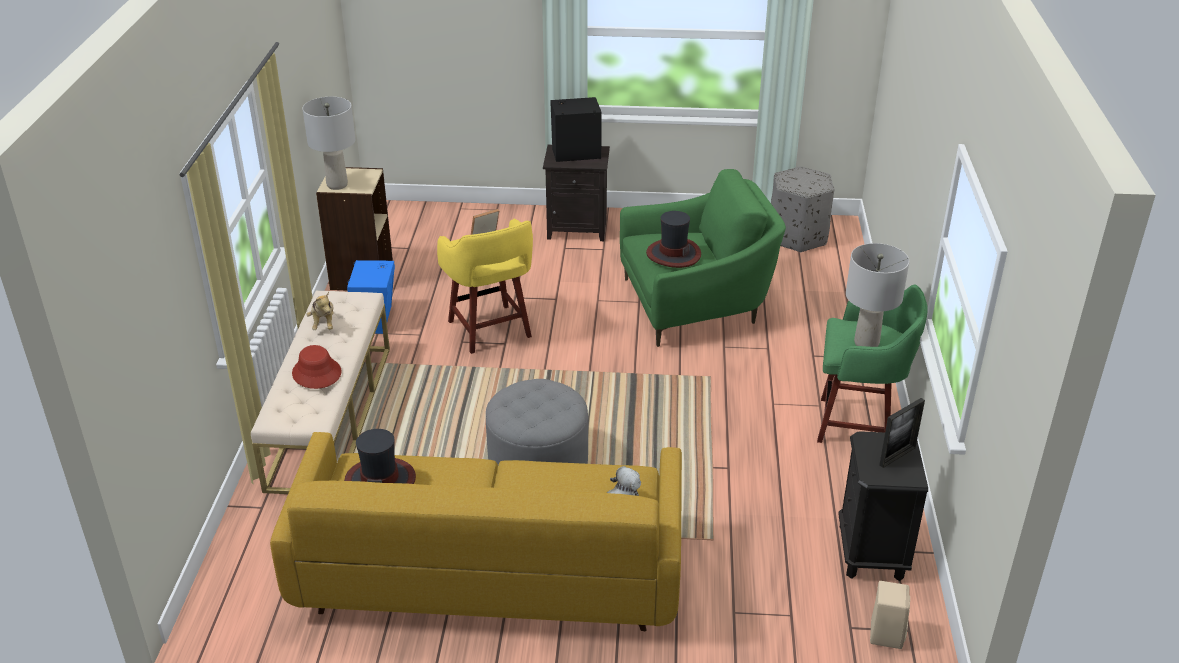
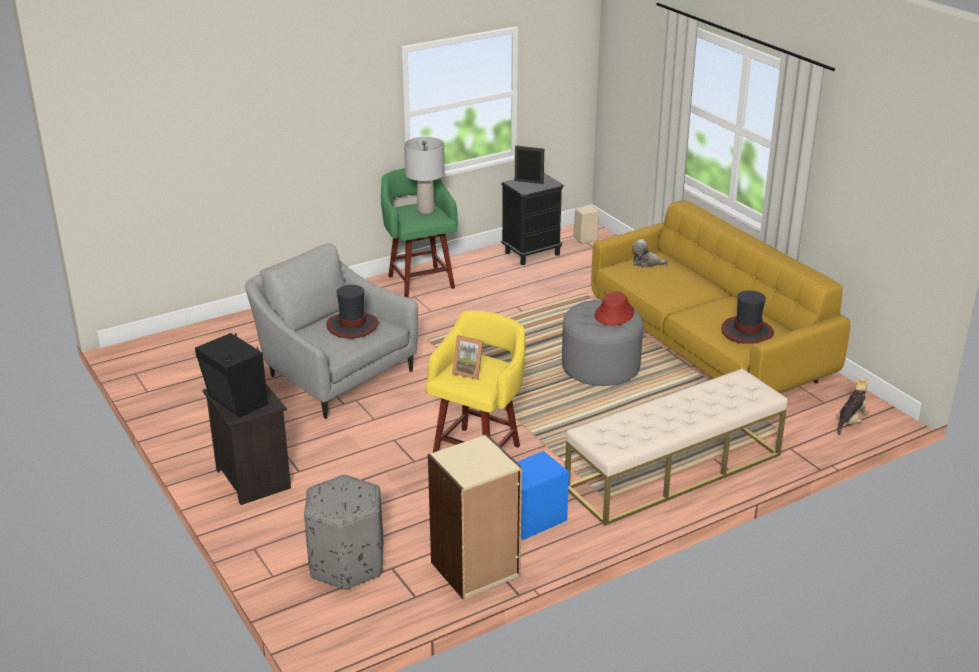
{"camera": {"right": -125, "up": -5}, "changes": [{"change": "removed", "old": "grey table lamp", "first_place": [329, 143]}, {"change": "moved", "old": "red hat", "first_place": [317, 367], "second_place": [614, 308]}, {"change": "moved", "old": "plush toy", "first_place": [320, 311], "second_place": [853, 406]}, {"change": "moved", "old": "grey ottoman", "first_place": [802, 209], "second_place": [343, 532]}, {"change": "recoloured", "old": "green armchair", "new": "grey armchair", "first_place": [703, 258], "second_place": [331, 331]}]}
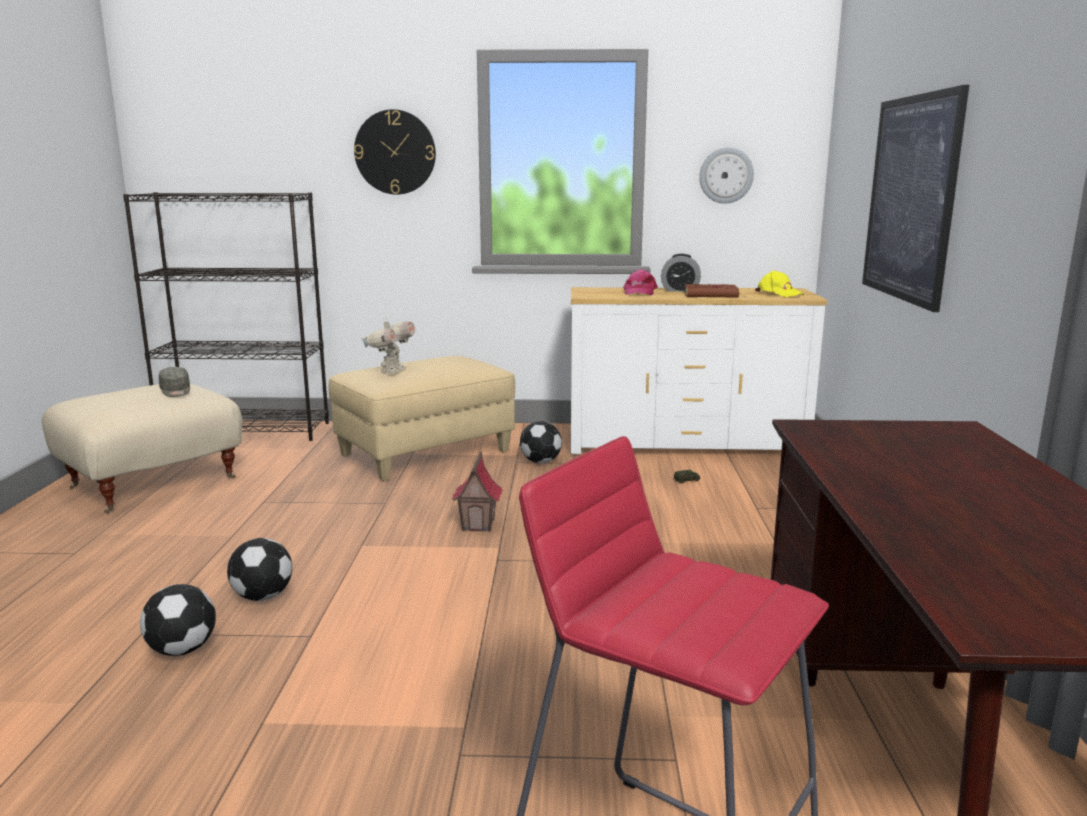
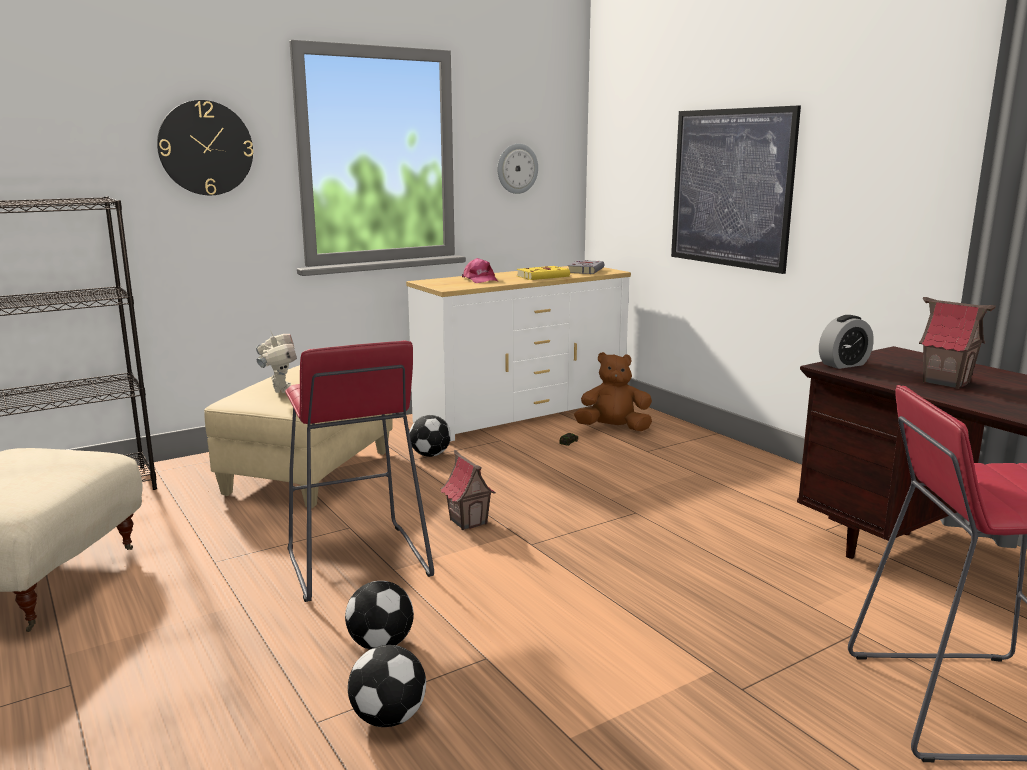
{"camera": {"right": -35, "up": 0}, "changes": [{"change": "removed", "old": "grey cap", "first_place": [174, 382]}, {"change": "added", "new": "red stool", "second_place": [359, 471]}, {"change": "added", "new": "brown plush toy", "second_place": [613, 391]}, {"change": "added", "new": "toy house", "second_place": [957, 343]}, {"change": "moved", "old": "alarm clock", "first_place": [681, 273], "second_place": [846, 342]}, {"change": "replaced", "old": "yellow cap", "new": "grey book", "first_place": [779, 283], "second_place": [585, 267]}, {"change": "recoloured", "old": "brown book", "new": "yellow book", "first_place": [716, 291], "second_place": [543, 273]}]}
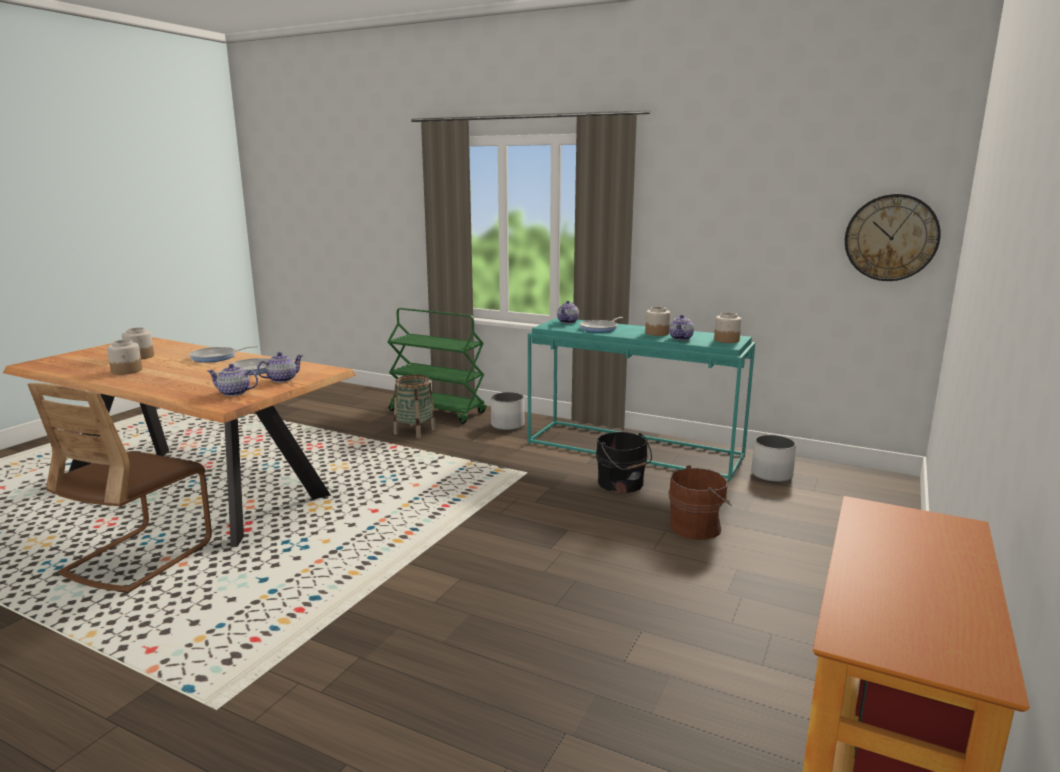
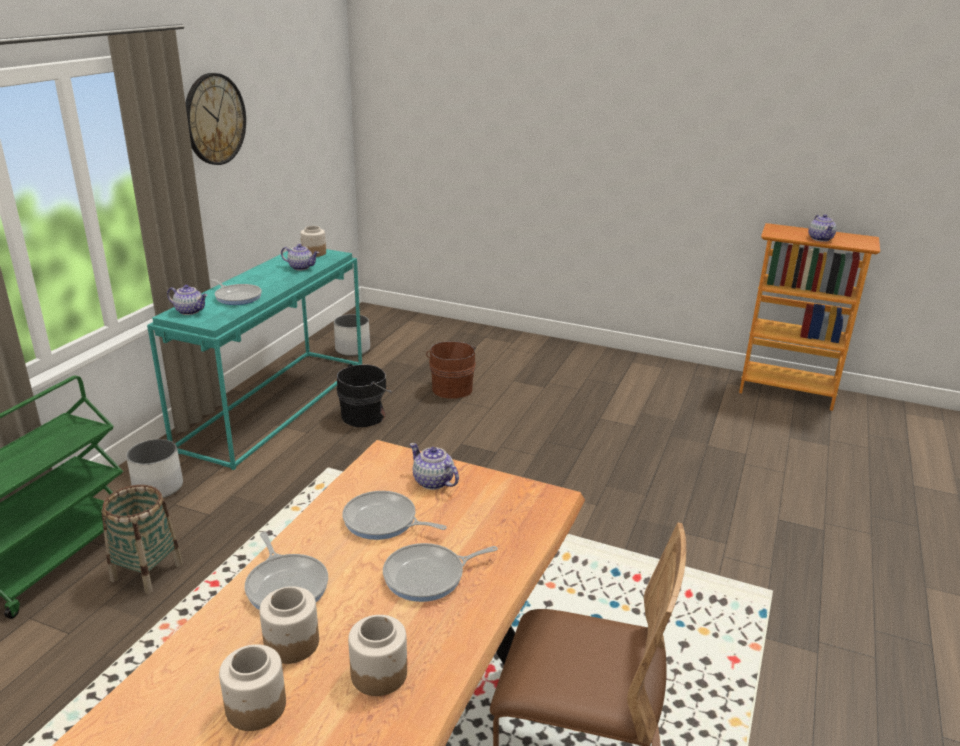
{"camera": {"right": -95, "up": 10}, "changes": [{"change": "added", "new": "frying pan", "second_place": [440, 572]}, {"change": "moved", "old": "teapot", "first_place": [232, 380], "second_place": [822, 228]}, {"change": "moved", "old": "jar", "first_place": [657, 321], "second_place": [289, 625]}, {"change": "moved", "old": "wall clock", "first_place": [893, 237], "second_place": [215, 119]}]}
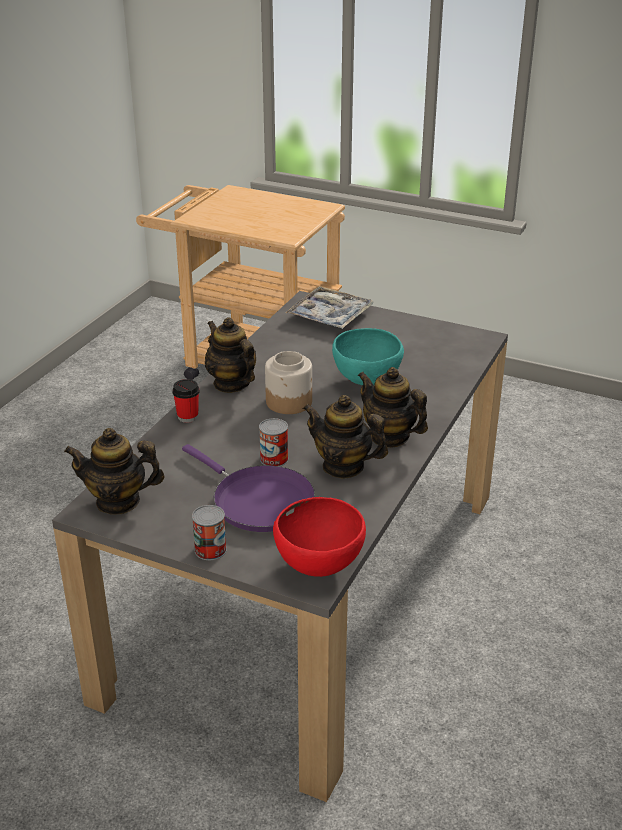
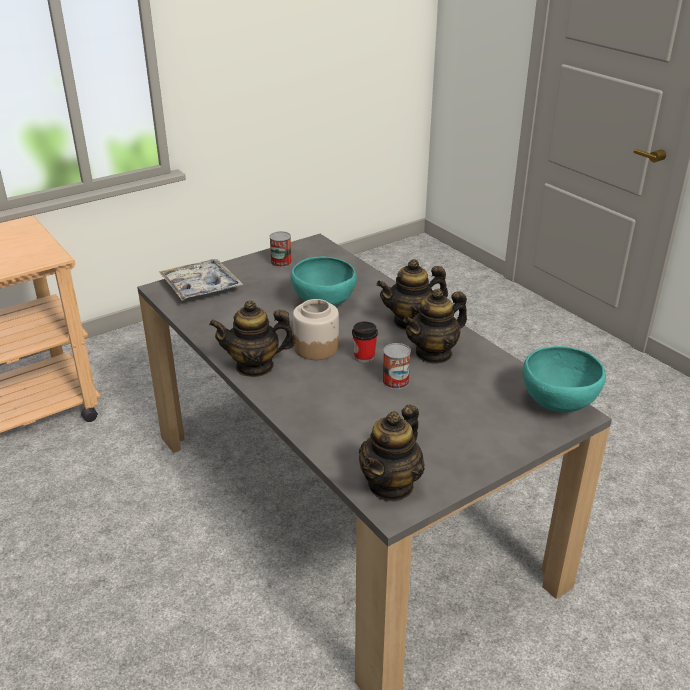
{"camera": {"right": -60, "up": 0}, "changes": [{"change": "removed", "old": "purple frying pan", "first_place": [248, 488]}, {"change": "moved", "old": "cup", "first_place": [186, 401], "second_place": [365, 342]}, {"change": "moved", "old": "can", "first_place": [209, 532], "second_place": [280, 249]}, {"change": "recoloured", "old": "red bowl", "new": "turquoise bowl", "first_place": [319, 537], "second_place": [564, 379]}]}
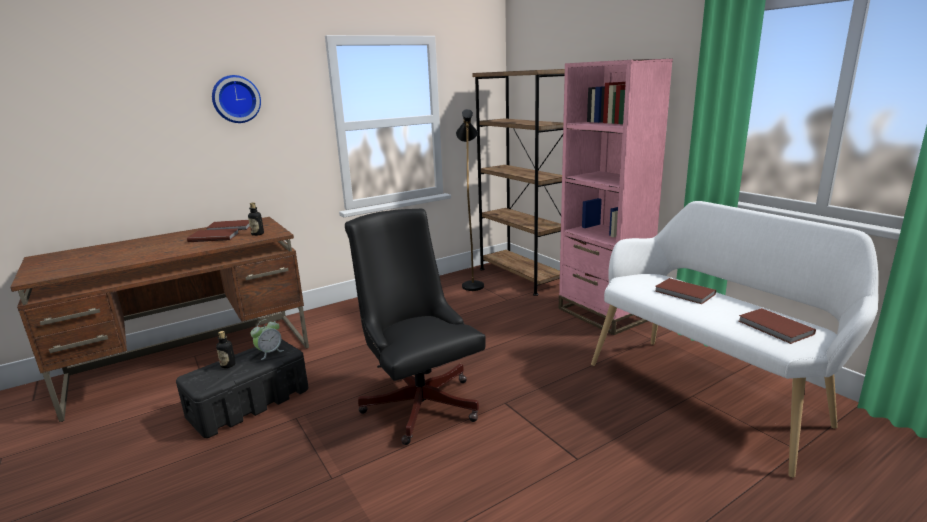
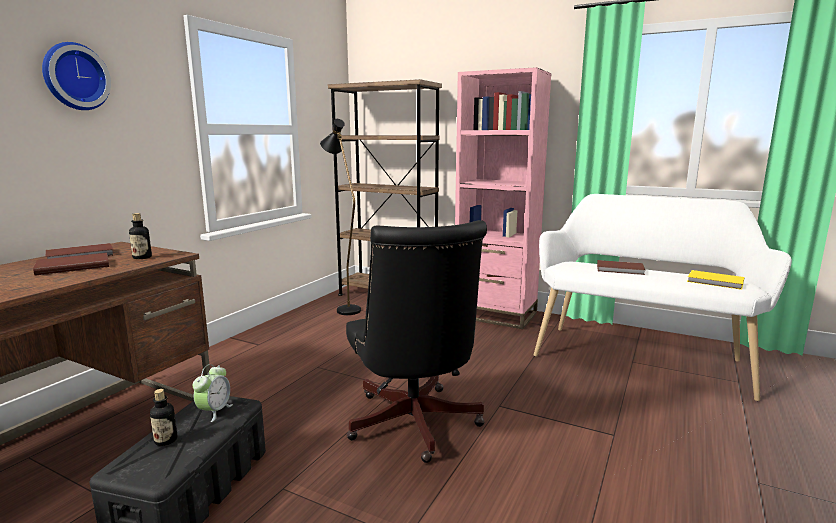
{"camera": {"right": -30, "up": -5}, "changes": [{"change": "recoloured", "old": "brown book", "new": "yellow book", "first_place": [777, 326], "second_place": [715, 280]}, {"change": "turned", "old": "black office chair", "first_place": [415, 327], "second_place": [416, 341], "degrees": -135}]}
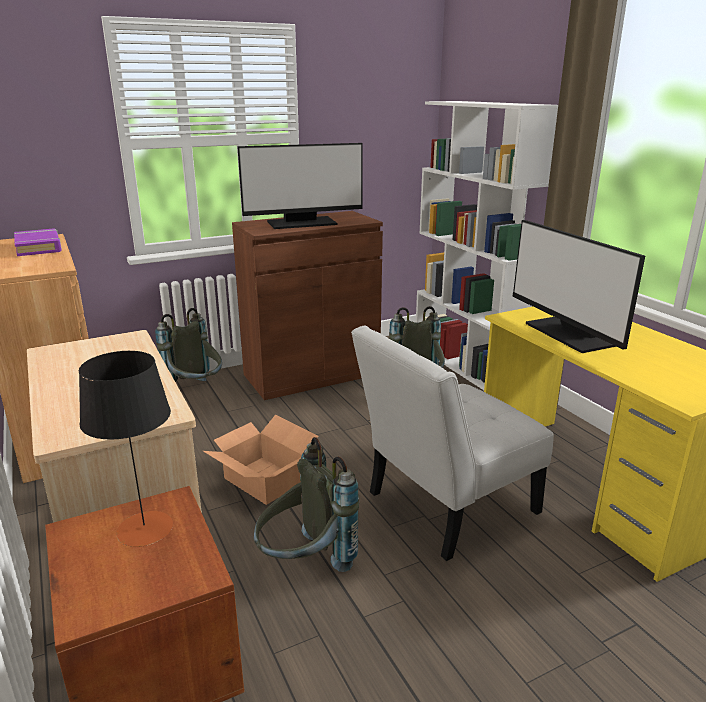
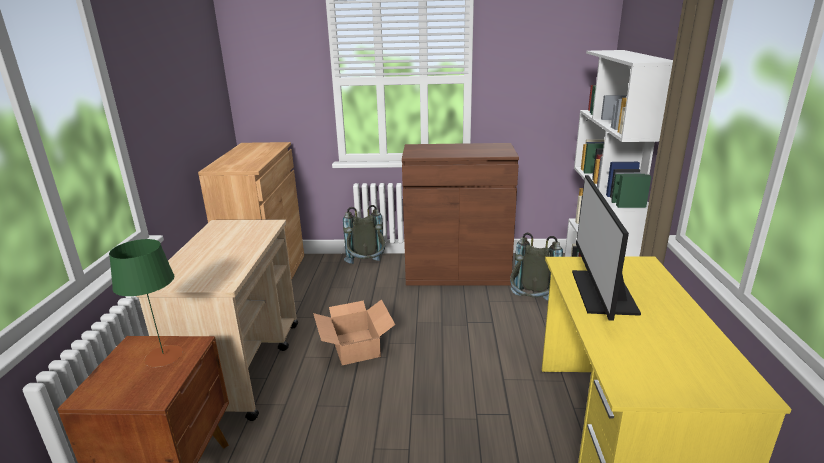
{"camera": {"right": 30, "up": 0}, "changes": [{"change": "removed", "old": "purple book", "first_place": [38, 242]}, {"change": "removed", "old": "monitor", "first_place": [300, 186]}, {"change": "removed", "old": "grey backpack", "first_place": [306, 504]}, {"change": "removed", "old": "white chair", "first_place": [452, 443]}, {"change": "recoloured", "old": "black table lamp", "new": "green table lamp", "first_place": [126, 449], "second_place": [146, 303]}]}
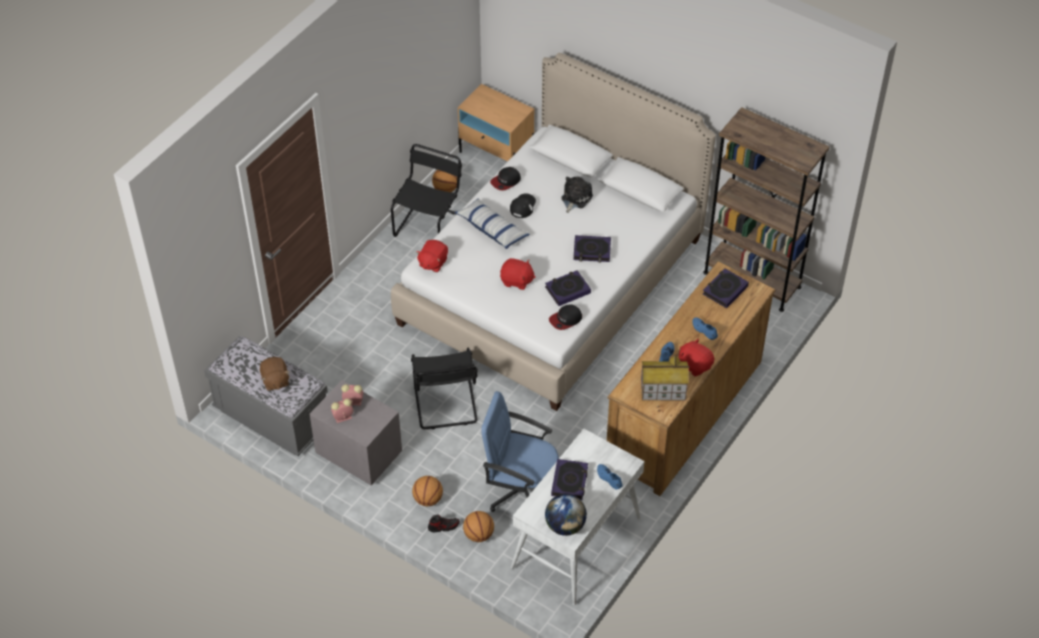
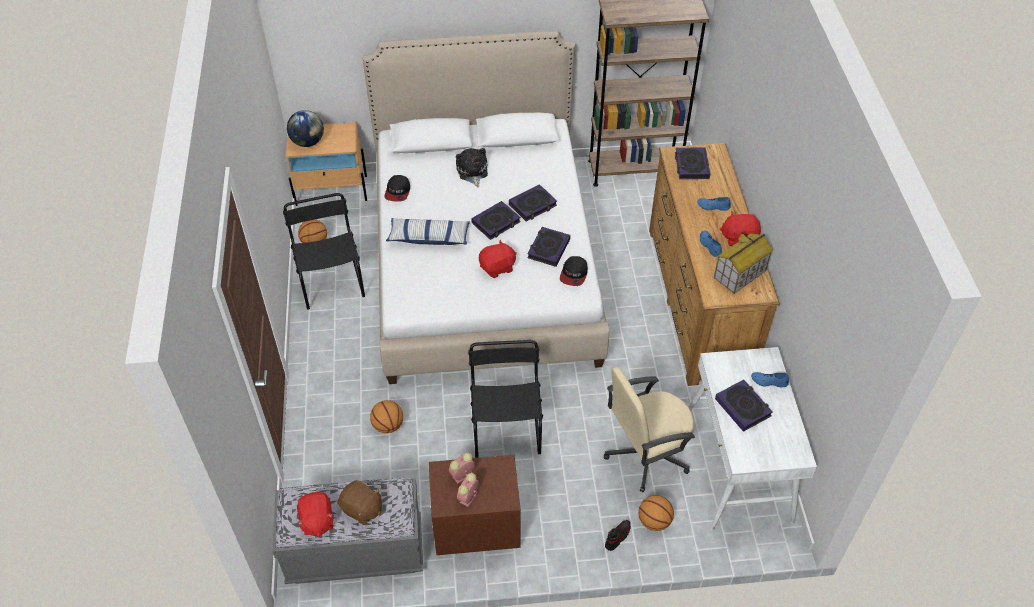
{"camera": {"right": -40, "up": 0}, "changes": [{"change": "removed", "old": "black cap", "first_place": [523, 205]}, {"change": "added", "new": "book", "second_place": [496, 220]}, {"change": "moved", "old": "basketball", "first_place": [427, 491], "second_place": [386, 416]}, {"change": "moved", "old": "red plush toy", "first_place": [432, 256], "second_place": [315, 514]}, {"change": "moved", "old": "globe", "first_place": [566, 515], "second_place": [305, 128]}, {"change": "recoloured", "old": "grey nightstand", "new": "brown nightstand", "first_place": [356, 432], "second_place": [475, 505]}, {"change": "recoloured", "old": "blue office chair", "new": "beige office chair", "first_place": [520, 451], "second_place": [649, 429]}, {"change": "turned", "old": "black chair", "first_place": [444, 388], "second_place": [505, 399], "degrees": -135}]}
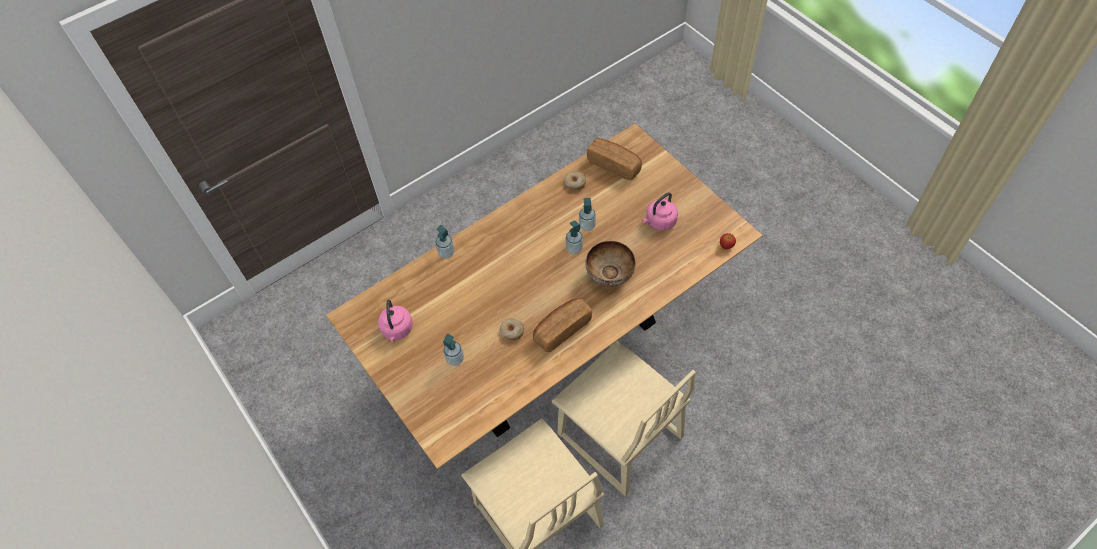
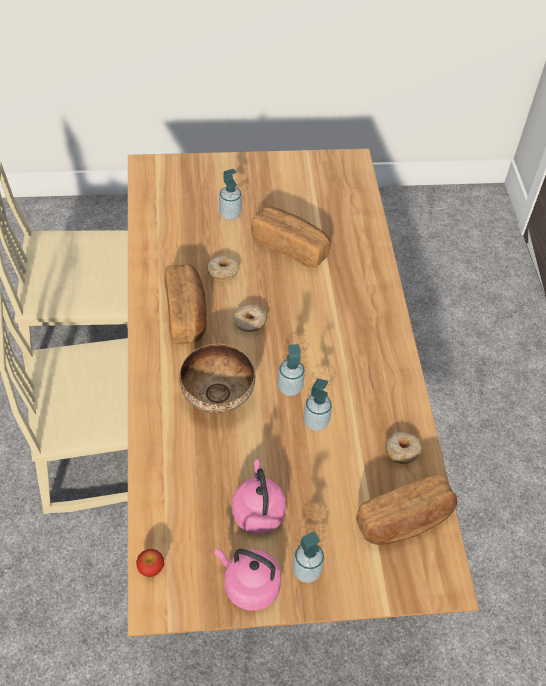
{"camera": {"right": 115, "up": -5}, "changes": [{"change": "added", "new": "donut", "second_place": [251, 318]}, {"change": "added", "new": "bread", "second_place": [291, 237]}, {"change": "moved", "old": "pink kettle", "first_place": [395, 321], "second_place": [248, 578]}, {"change": "moved", "old": "soap dispenser", "first_place": [444, 242], "second_place": [308, 557]}]}
